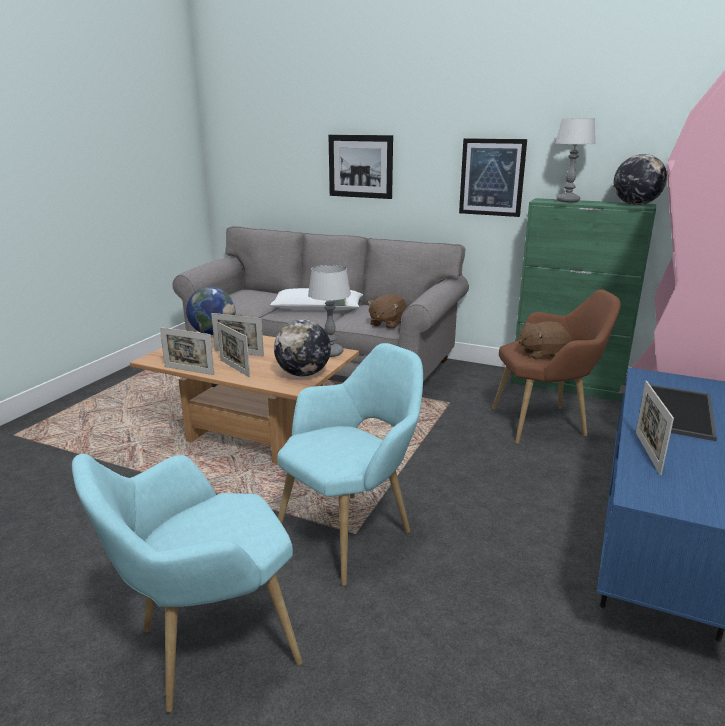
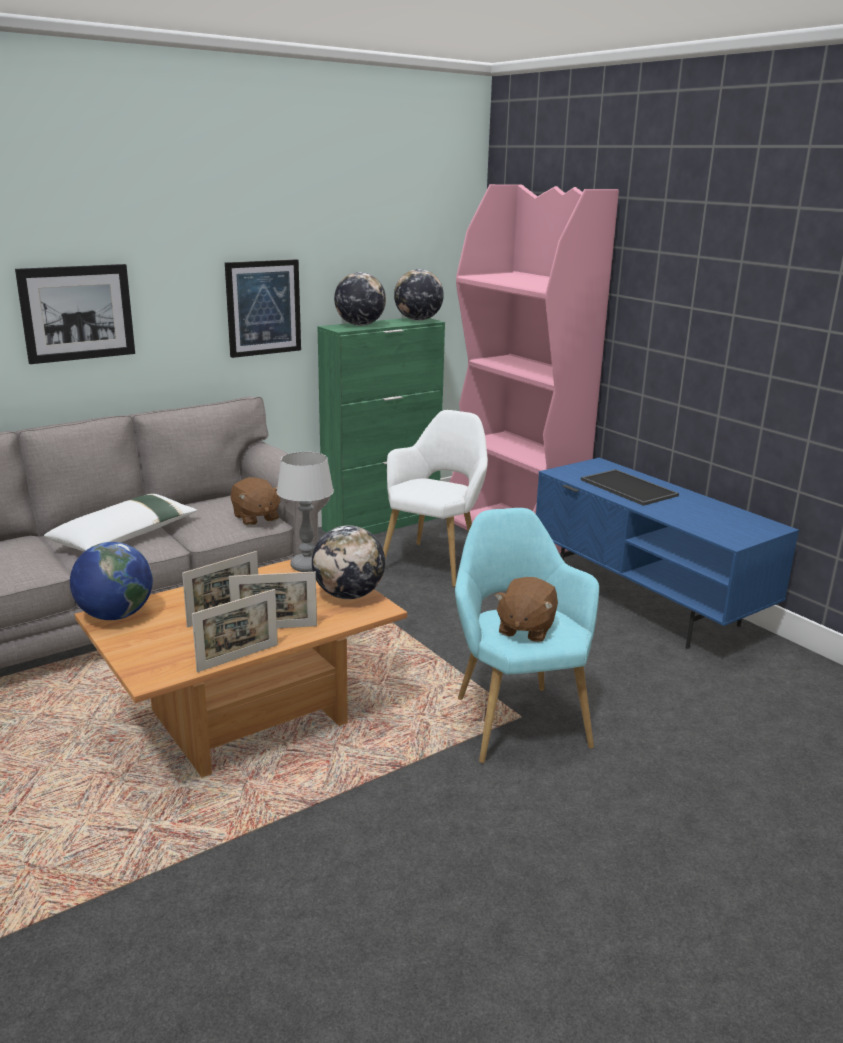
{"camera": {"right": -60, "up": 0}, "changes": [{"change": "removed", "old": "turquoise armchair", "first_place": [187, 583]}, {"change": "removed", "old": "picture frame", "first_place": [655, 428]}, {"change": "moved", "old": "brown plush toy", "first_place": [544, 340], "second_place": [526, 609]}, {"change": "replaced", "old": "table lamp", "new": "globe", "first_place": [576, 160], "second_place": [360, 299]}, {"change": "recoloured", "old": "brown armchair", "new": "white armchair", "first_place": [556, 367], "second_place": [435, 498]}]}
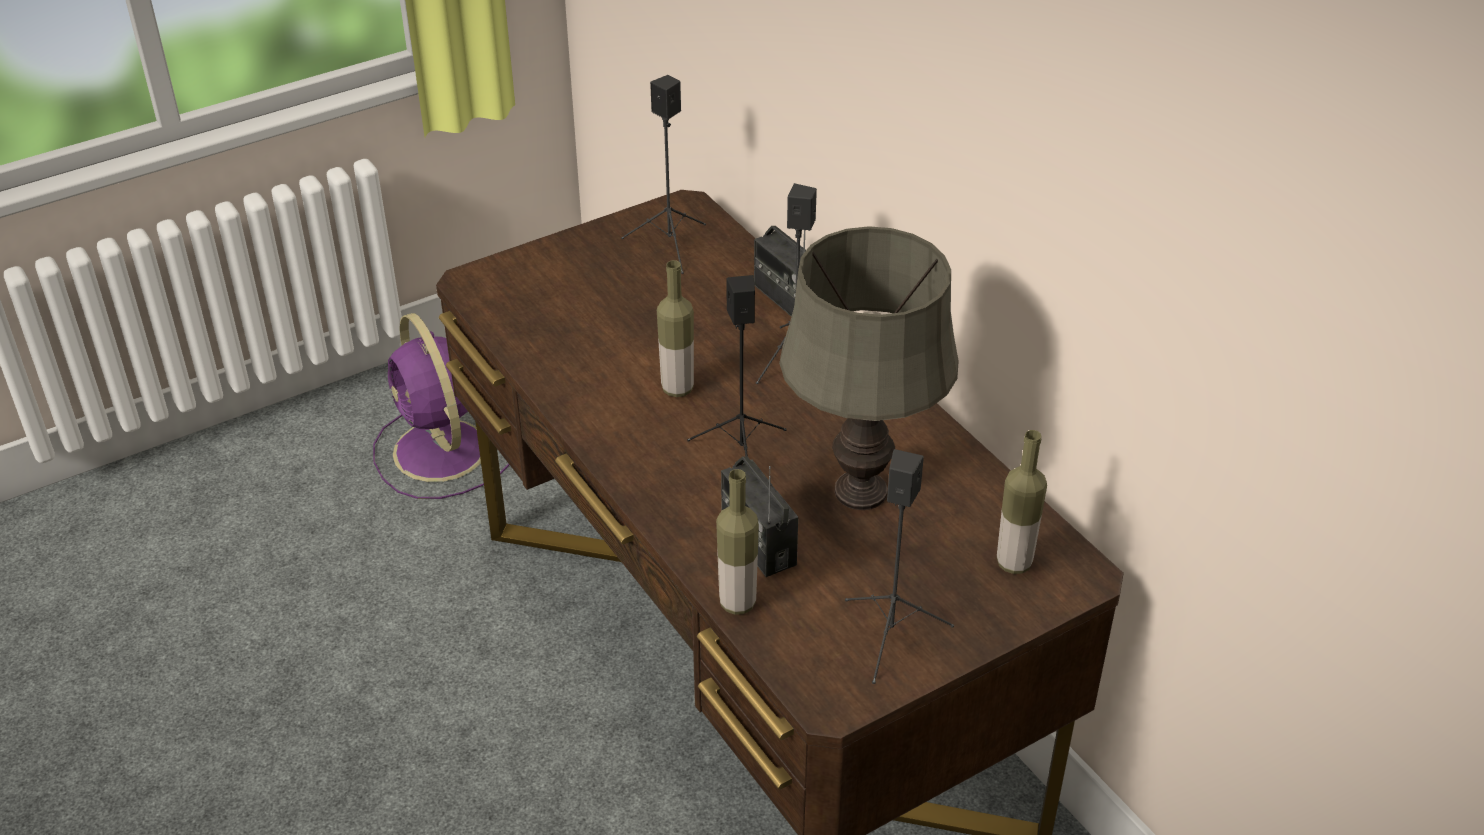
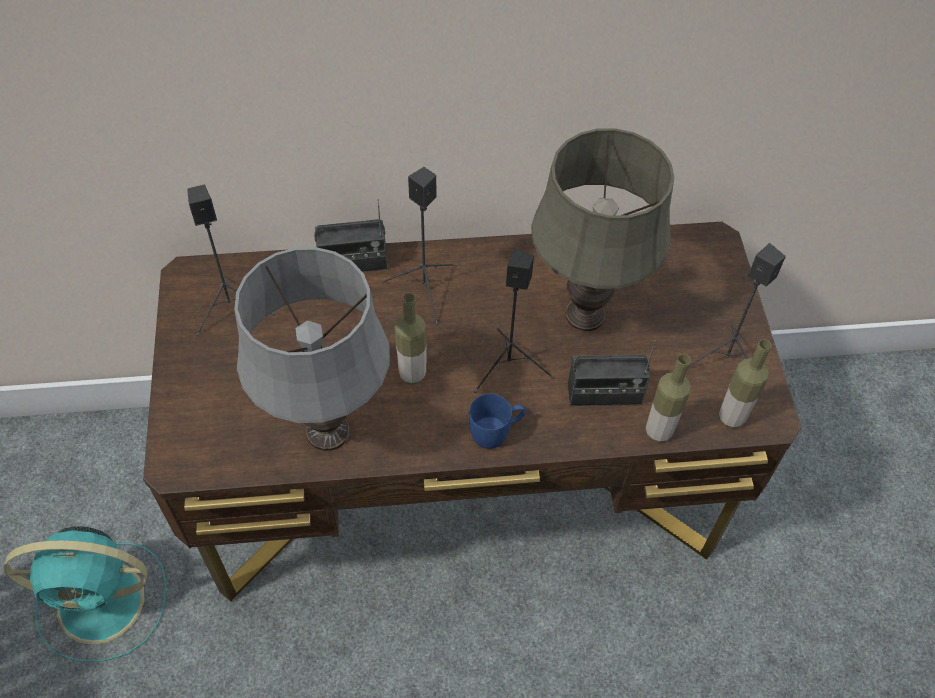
{"camera": {"right": -65, "up": 15}, "changes": [{"change": "added", "new": "grey table lamp", "second_place": [312, 349]}, {"change": "added", "new": "blue mug", "second_place": [497, 421]}, {"change": "moved", "old": "bottle", "first_place": [1022, 502], "second_place": [745, 384]}, {"change": "recoloured", "old": "purple fan", "new": "turquoise fan", "first_place": [441, 406], "second_place": [85, 594]}]}
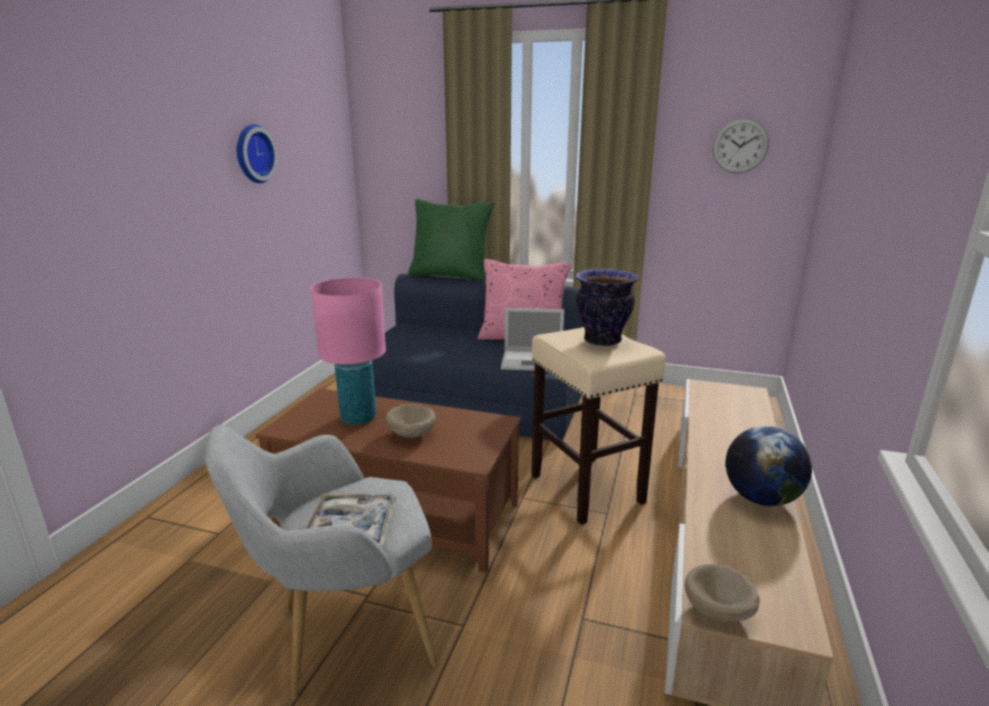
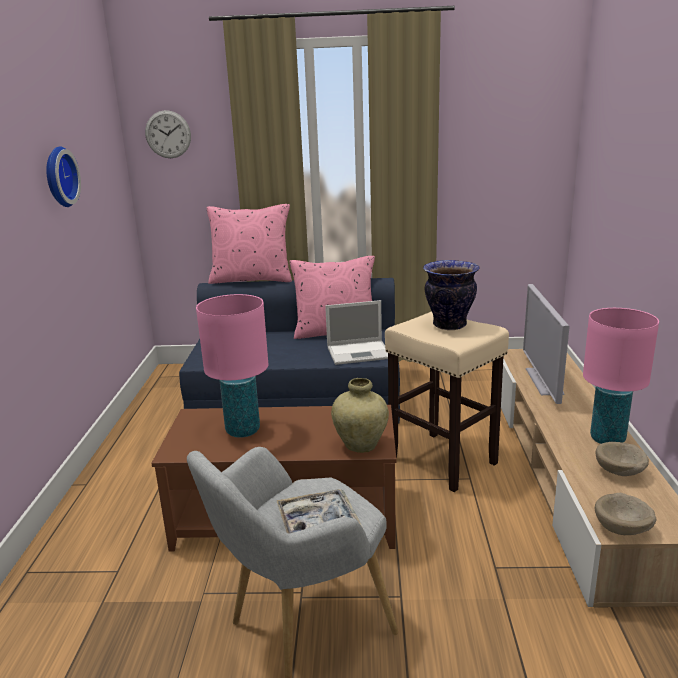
{"camera": {"right": -15, "up": 0}, "changes": [{"change": "added", "new": "beige vase", "second_place": [360, 415]}, {"change": "added", "new": "television", "second_place": [546, 344]}, {"change": "moved", "old": "beige bowl", "first_place": [410, 421], "second_place": [622, 459]}, {"change": "moved", "old": "wall clock", "first_place": [741, 146], "second_place": [168, 134]}, {"change": "replaced", "old": "globe", "new": "pink table lamp", "first_place": [769, 466], "second_place": [621, 376]}, {"change": "recoloured", "old": "green pillow", "new": "pink pillow", "first_place": [451, 240], "second_place": [249, 244]}]}
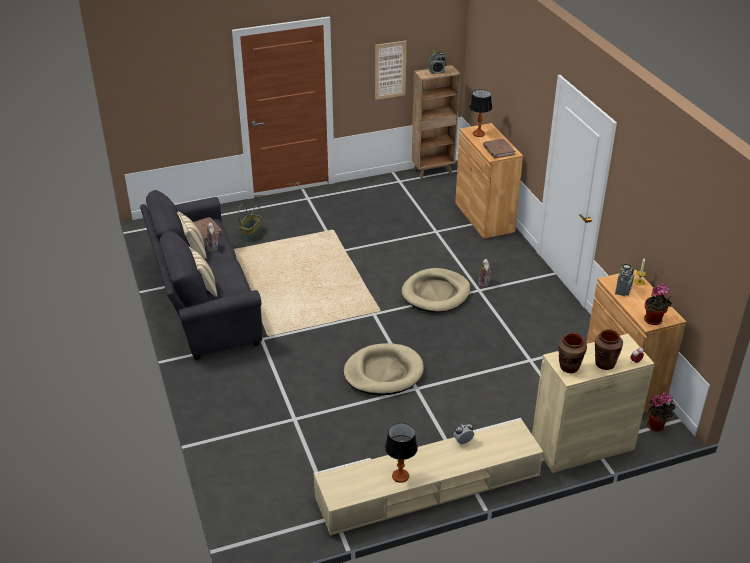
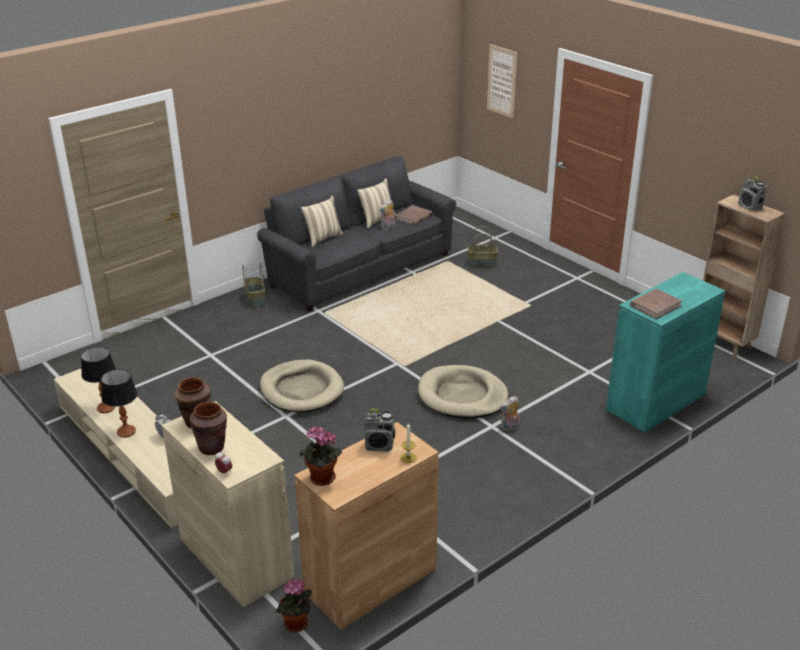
{"camera": {"right": 70, "up": -5}, "changes": [{"change": "added", "new": "basket", "second_place": [254, 285]}, {"change": "moved", "old": "picture", "first_place": [391, 70], "second_place": [502, 81]}, {"change": "moved", "old": "table lamp", "first_place": [480, 113], "second_place": [119, 403]}, {"change": "recoloured", "old": "brown cabinet", "new": "turquoise cabinet", "first_place": [489, 181], "second_place": [665, 352]}]}
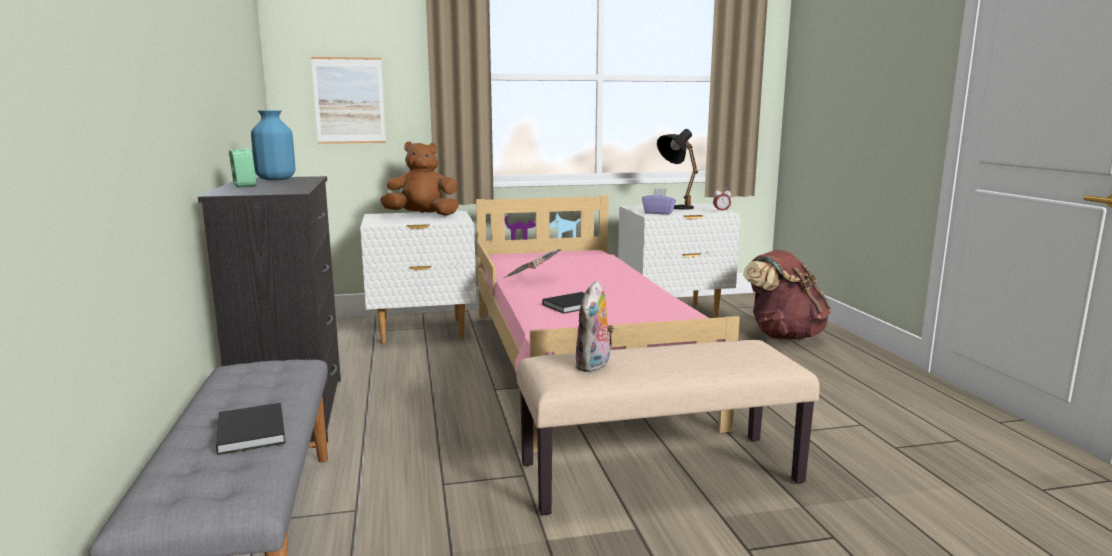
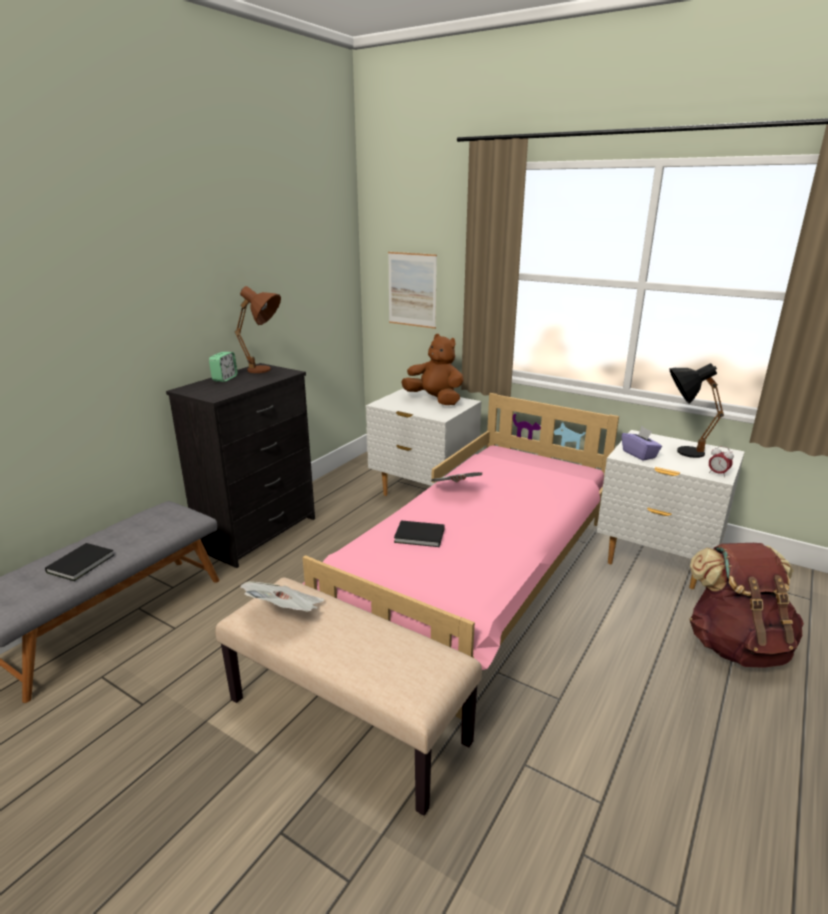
{"camera": {"right": 45, "up": 10}, "changes": [{"change": "replaced", "old": "blue vase", "new": "brown table lamp", "first_place": [273, 145], "second_place": [257, 329]}, {"change": "replaced", "old": "plush toy", "new": "newspaper", "first_place": [595, 327], "second_place": [282, 596]}]}
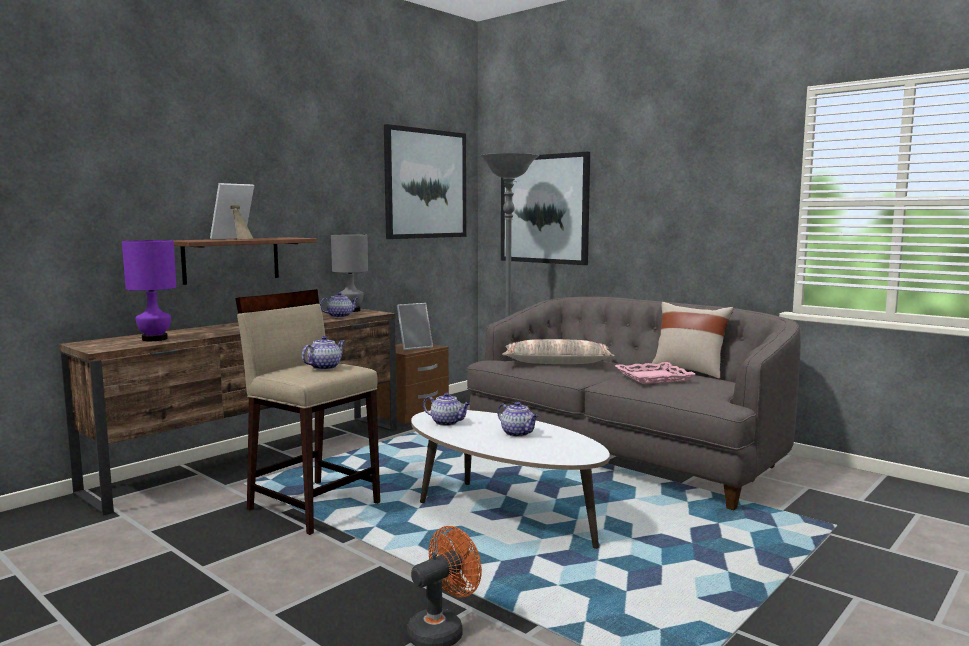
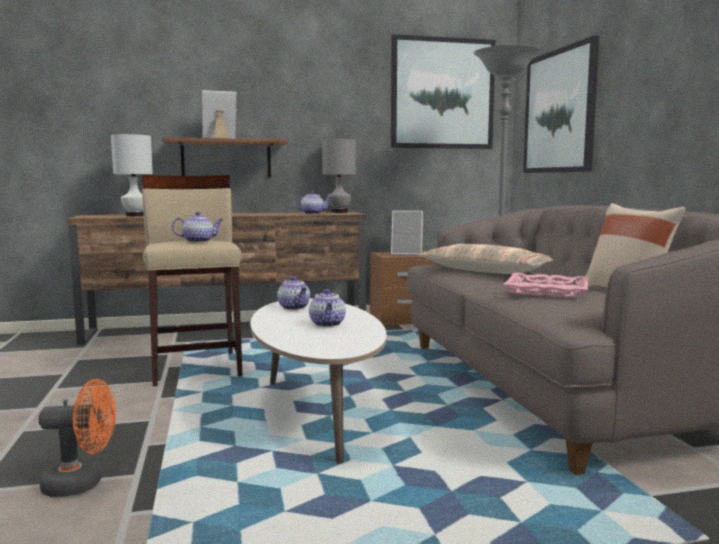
{"camera": {"right": 35, "up": 0}, "changes": [{"change": "recoloured", "old": "purple table lamp", "new": "white table lamp", "first_place": [149, 290], "second_place": [132, 175]}]}
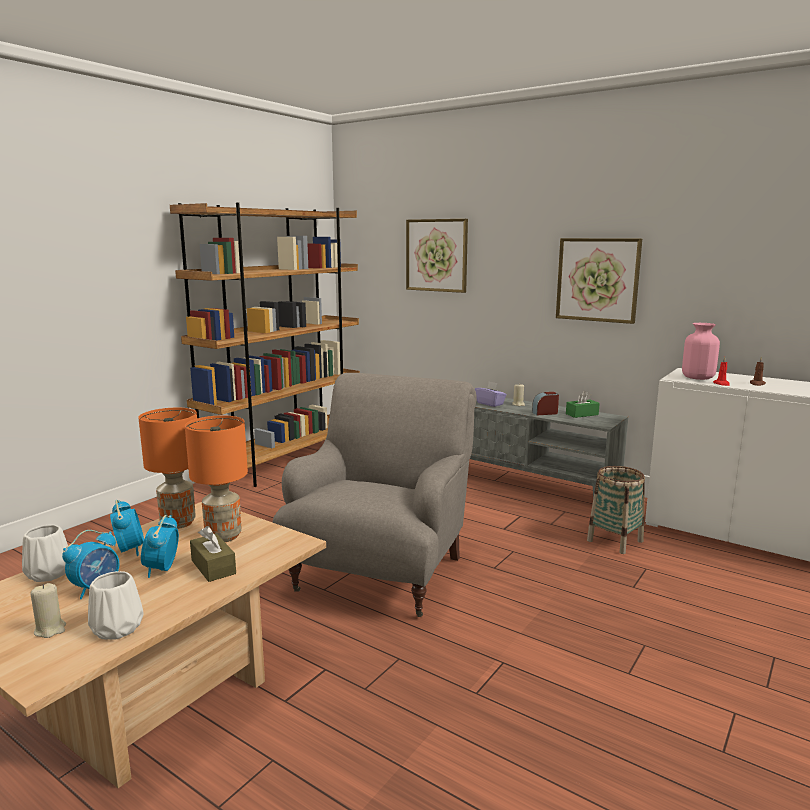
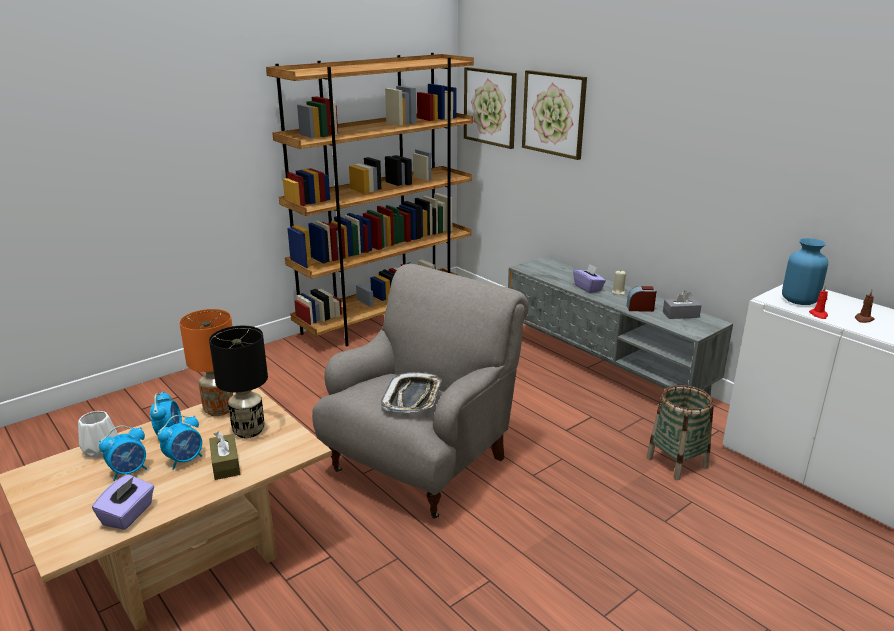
{"camera": {"right": 15, "up": 10}, "changes": [{"change": "removed", "old": "beige candle", "first_place": [48, 610]}, {"change": "added", "new": "tray", "second_place": [411, 392]}, {"change": "moved", "old": "picture", "first_place": [599, 281], "second_place": [490, 108]}, {"change": "replaced", "old": "white vase", "new": "purple tissue box", "first_place": [115, 605], "second_place": [123, 502]}, {"change": "recoloured", "old": "orange table lamp", "new": "black table lamp", "first_place": [216, 478], "second_place": [238, 382]}, {"change": "recoloured", "old": "green tissue box", "new": "grey tissue box", "first_place": [583, 404], "second_place": [682, 304]}, {"change": "recoloured", "old": "pink vase", "new": "blue vase", "first_place": [701, 351], "second_place": [805, 271]}, {"change": "turned", "old": "alarm clock", "first_place": [160, 546], "second_place": [179, 442], "degrees": -150}]}
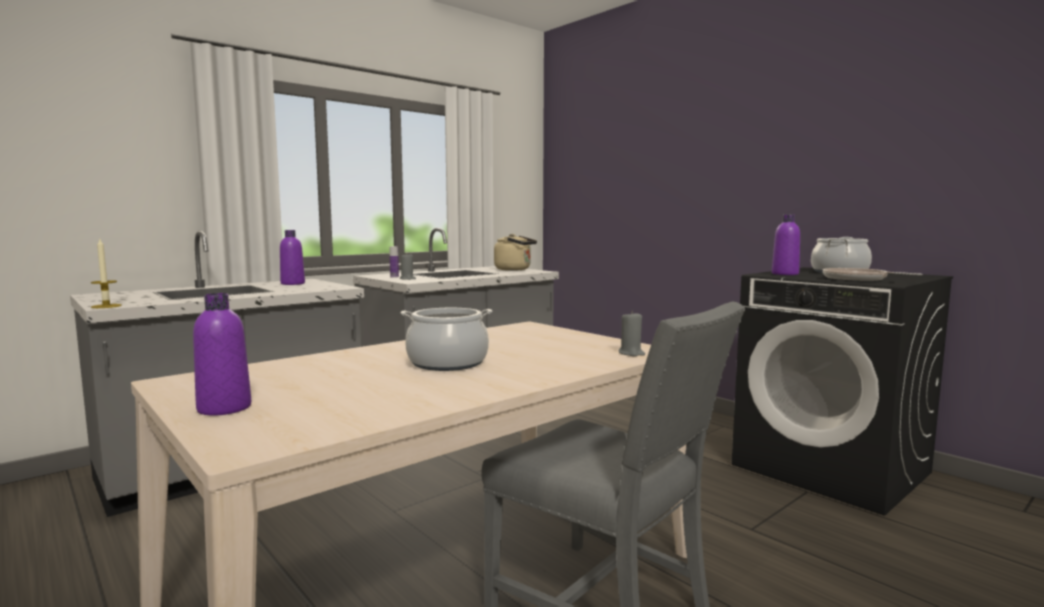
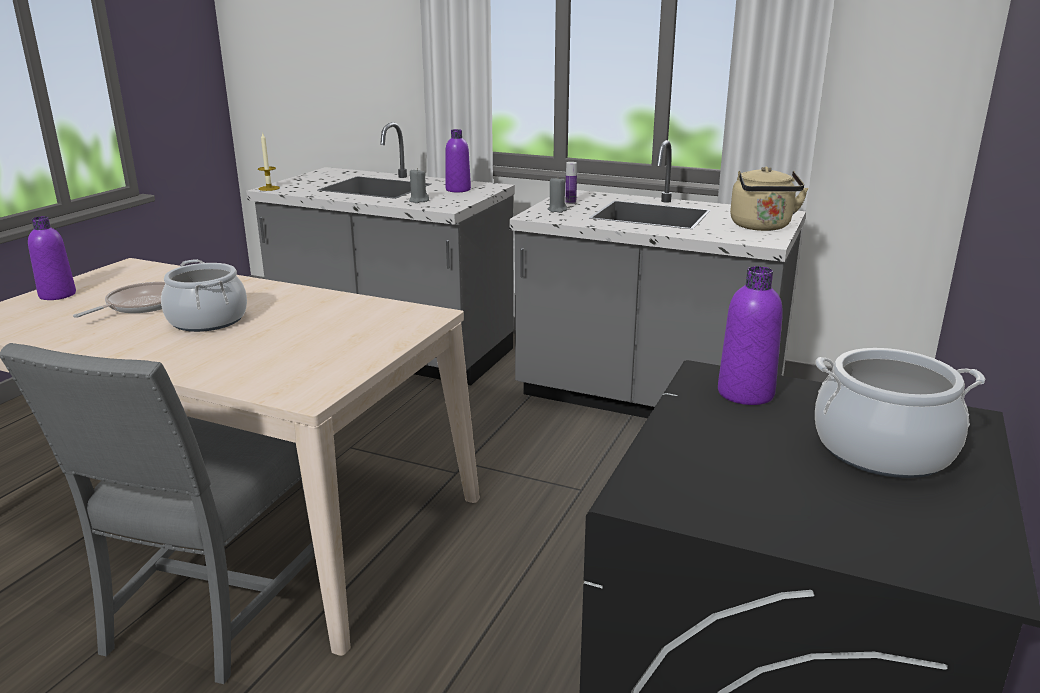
{"camera": {"right": 65, "up": 15}, "changes": [{"change": "moved", "old": "grey candle", "first_place": [631, 333], "second_place": [419, 185]}, {"change": "moved", "old": "frying pan", "first_place": [872, 274], "second_place": [119, 300]}]}
